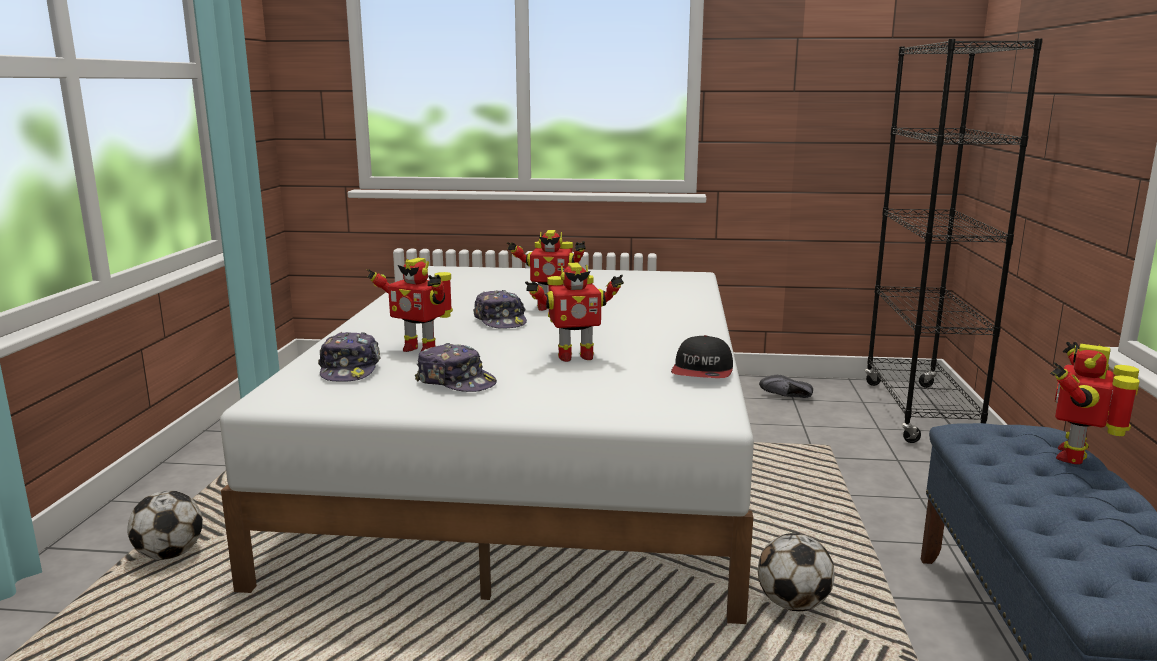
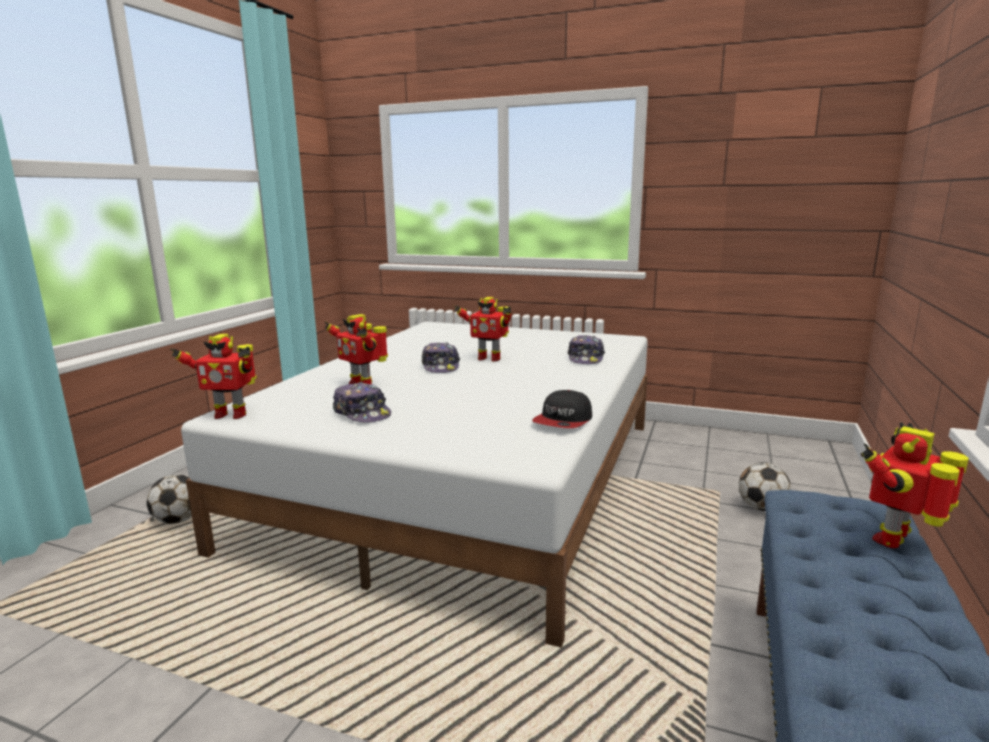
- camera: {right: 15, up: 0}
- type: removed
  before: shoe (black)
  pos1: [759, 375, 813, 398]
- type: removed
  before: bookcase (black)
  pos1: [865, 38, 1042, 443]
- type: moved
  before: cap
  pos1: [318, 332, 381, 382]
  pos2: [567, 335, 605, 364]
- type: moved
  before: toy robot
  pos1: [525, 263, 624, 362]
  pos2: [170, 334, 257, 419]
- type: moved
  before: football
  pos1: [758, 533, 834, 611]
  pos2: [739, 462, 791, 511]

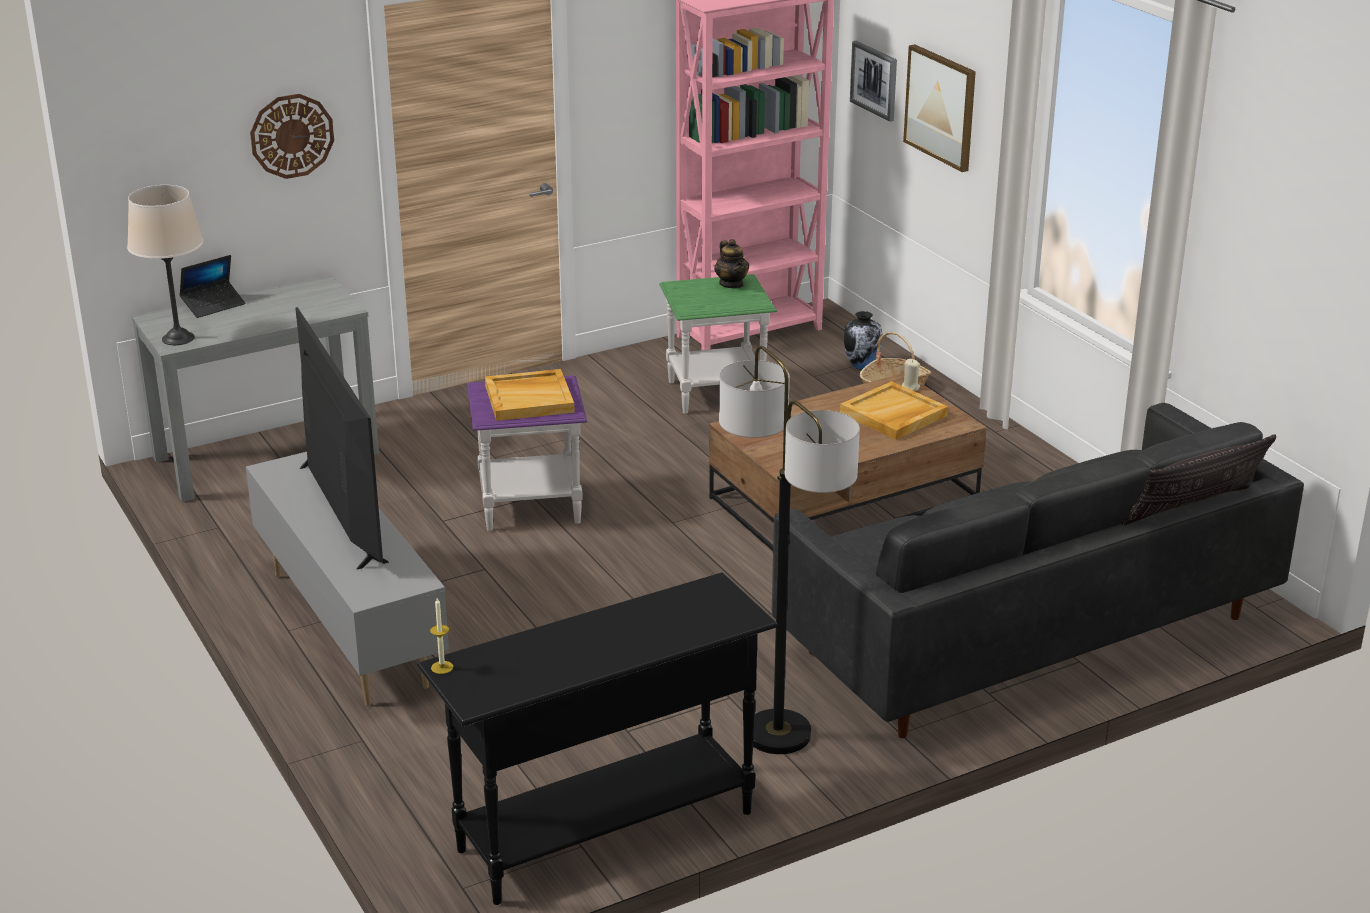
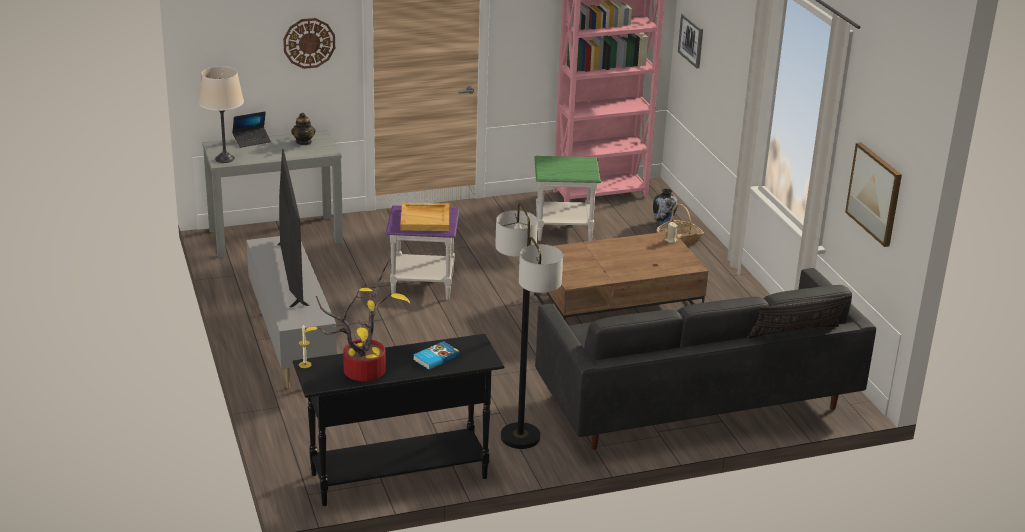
- camera: {right: 10, up: 0}
- type: removed
  before: tray (beige)
  pos1: [840, 381, 948, 440]
- type: added
  after: potted plant
  pos2: [304, 261, 410, 381]
- type: added
  after: book
  pos2: [413, 341, 460, 370]
- type: moved
  before: teapot
  pos1: [714, 239, 749, 288]
  pos2: [291, 113, 316, 145]
- type: moved
  before: picture
  pos1: [903, 44, 976, 172]
  pos2: [845, 142, 902, 247]

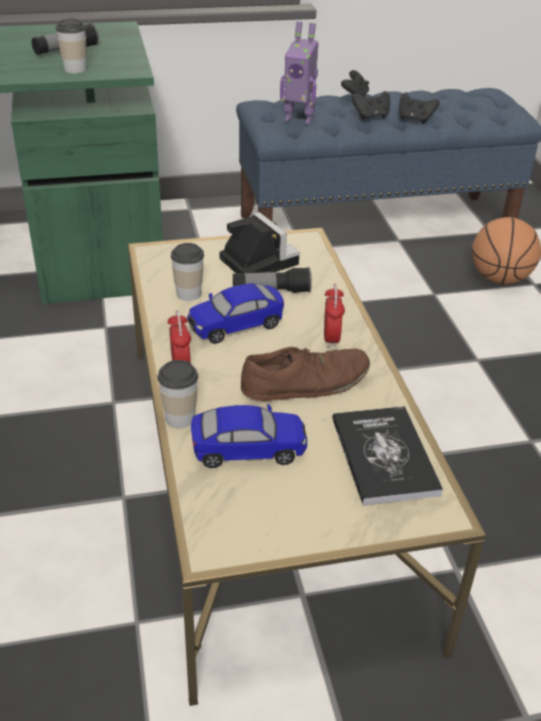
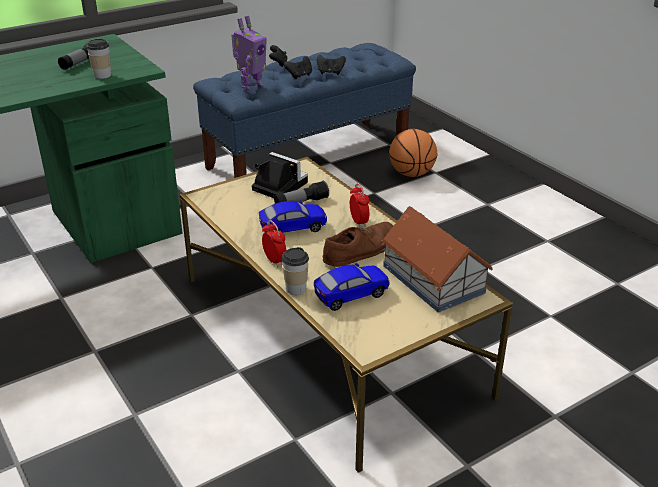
- camera: {right: -20, up: -5}
- type: removed
  before: cup
  pos1: [171, 243, 204, 301]
- type: replaced
  before: book
  after: toy house
  pos1: [332, 406, 443, 506]
  pos2: [381, 206, 493, 312]
- type: turned
  before: toy car
  pos1: [187, 283, 284, 344]
  pos2: [259, 200, 327, 233]
  turn: -150
- type: turned
  before: toy robot
  pos1: [280, 21, 319, 124]
  pos2: [231, 15, 267, 91]
  turn: -45

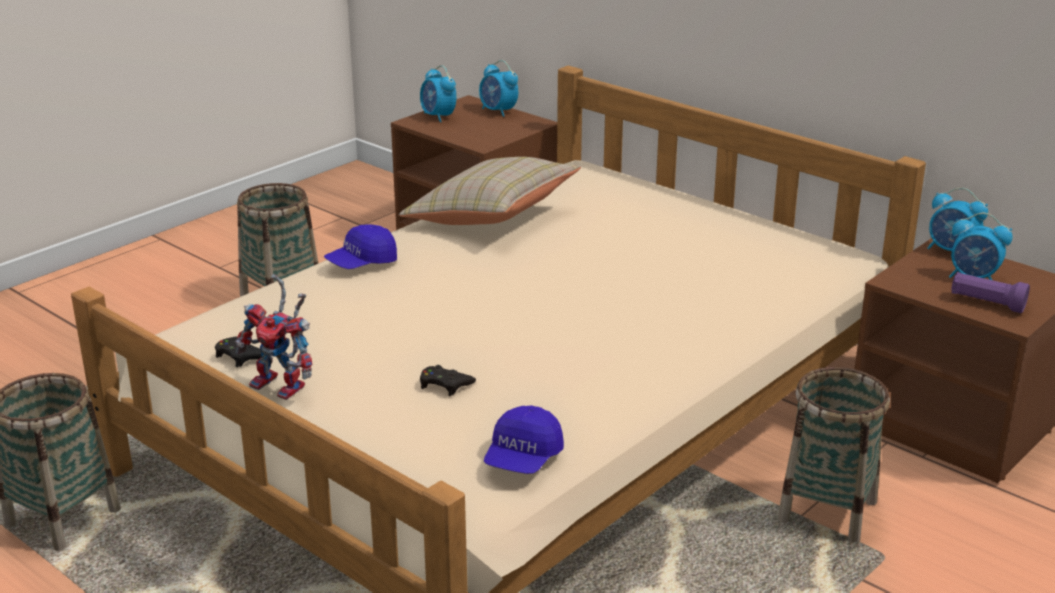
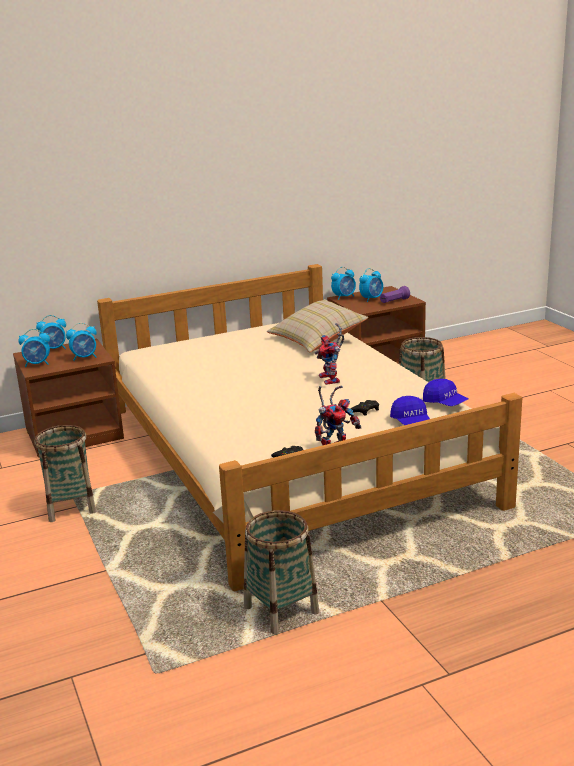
- camera: {right: -65, up: -5}
- type: added
  after: alarm clock
  pos2: [66, 323, 97, 361]
- type: added
  after: toy robot
  pos2: [315, 323, 344, 385]
- type: moved
  before: cap (blue)
  pos1: [324, 224, 397, 269]
  pos2: [390, 396, 430, 425]
- type: moved
  before: pillow (beige)
  pos1: [399, 157, 581, 225]
  pos2: [267, 299, 368, 352]

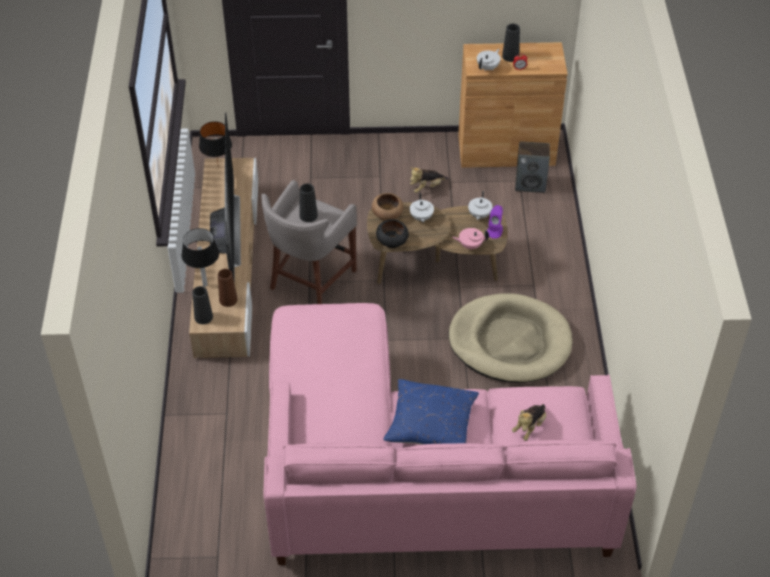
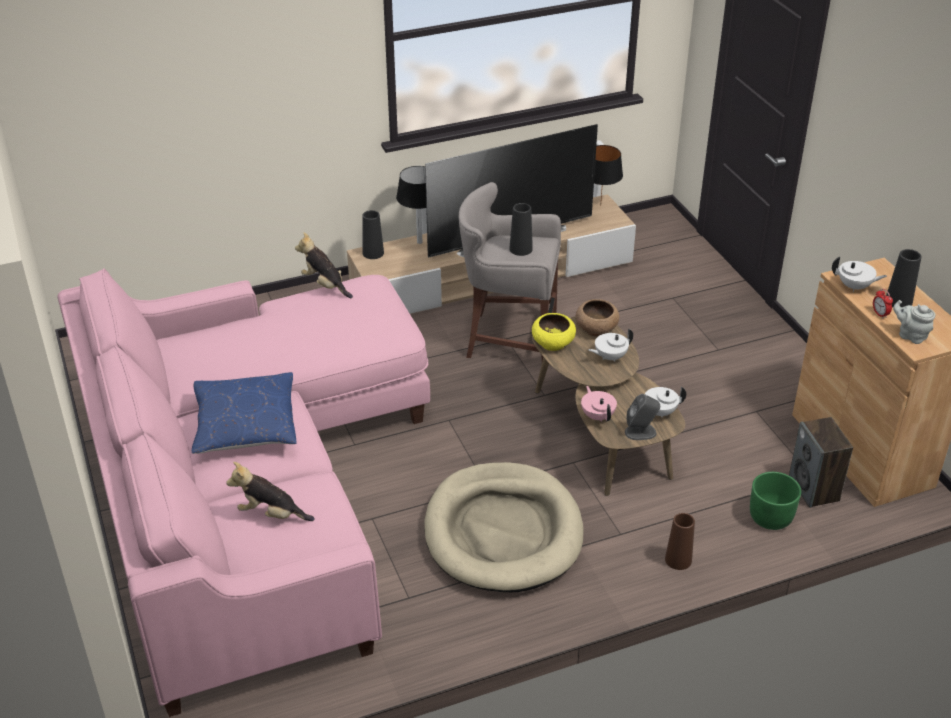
- camera: {right: 70, up: -10}
- type: added
  after: planter (green)
  pos2: [750, 472, 801, 530]
- type: added
  after: teapot (grey)
  pos2: [893, 300, 935, 344]
- type: moved
  before: vase (brown)
  pos1: [218, 269, 238, 307]
  pos2: [665, 513, 695, 570]
- type: moved
  before: plush toy
  pos1: [410, 167, 448, 193]
  pos2: [295, 232, 353, 298]
- type: recoloured
  before: bowl (black)
  after: bowl (yellow)
  pos1: [376, 219, 409, 248]
  pos2: [532, 313, 576, 351]
- type: recoloured
  before: speaker (purple)
  after: speaker (grey)
  pos1: [487, 205, 503, 239]
  pos2: [625, 394, 660, 440]

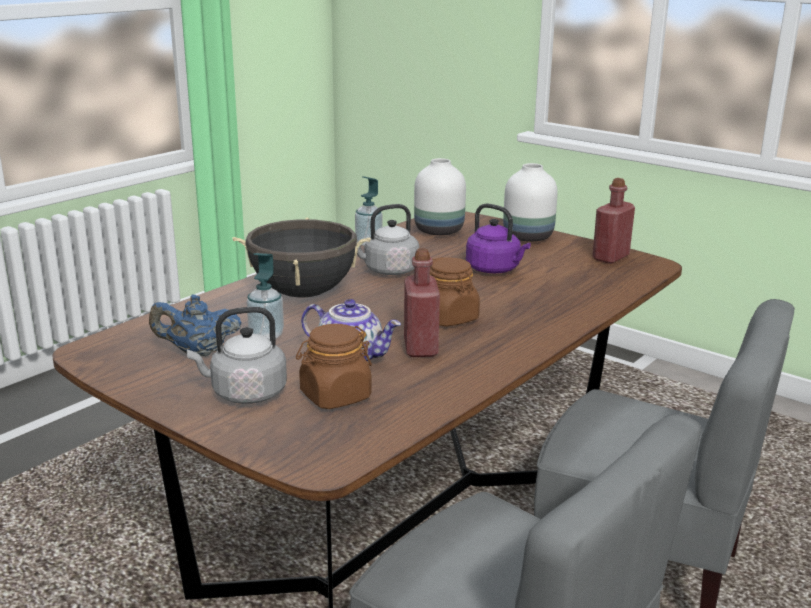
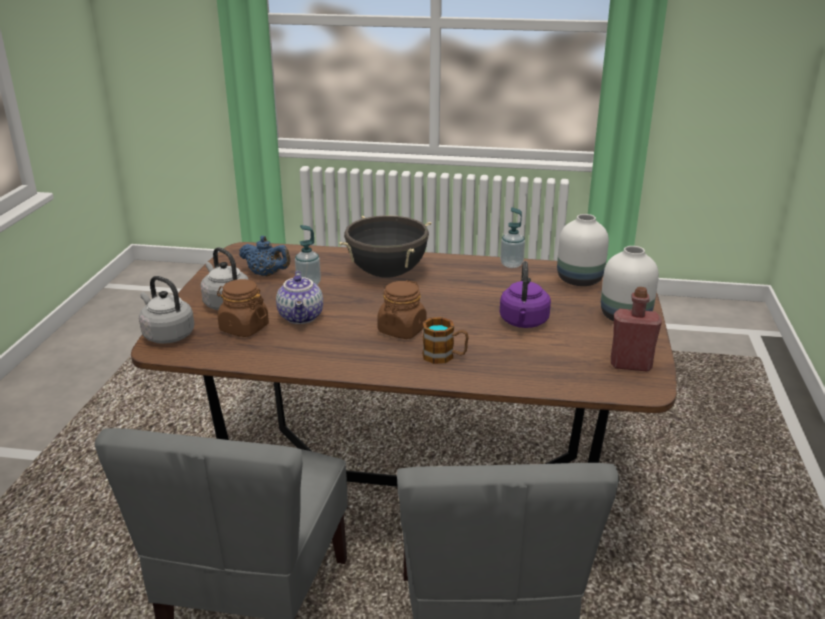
- camera: {right: 60, up: 5}
- type: removed
  before: bottle (red)
  pos1: [404, 248, 440, 357]
- type: added
  after: mug
  pos2: [422, 317, 469, 364]
- type: moved
  before: kettle (grey)
  pos1: [355, 204, 419, 275]
  pos2: [139, 276, 194, 344]
- type: turned
  before: teapot (blue)
  pos1: [149, 295, 241, 356]
  pos2: [239, 236, 291, 276]
  turn: 150

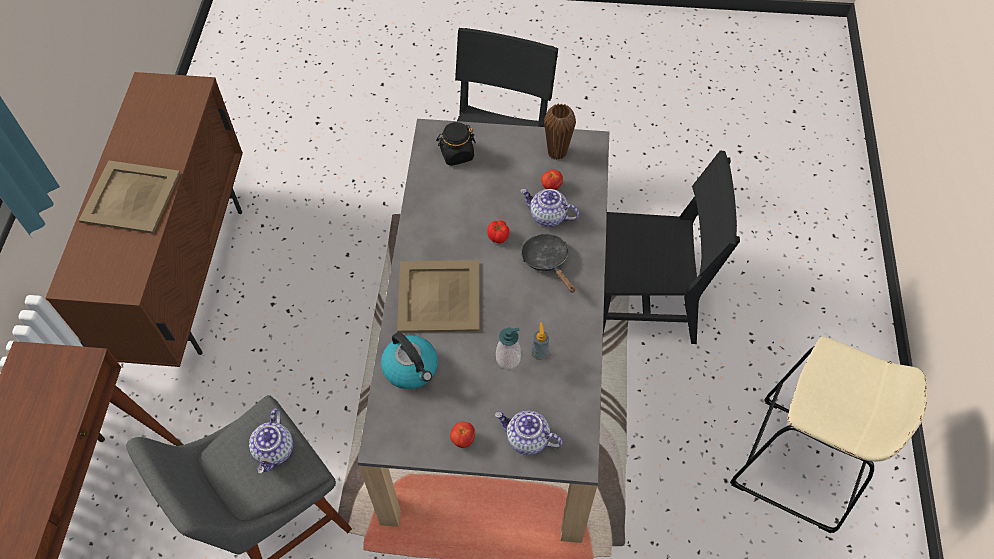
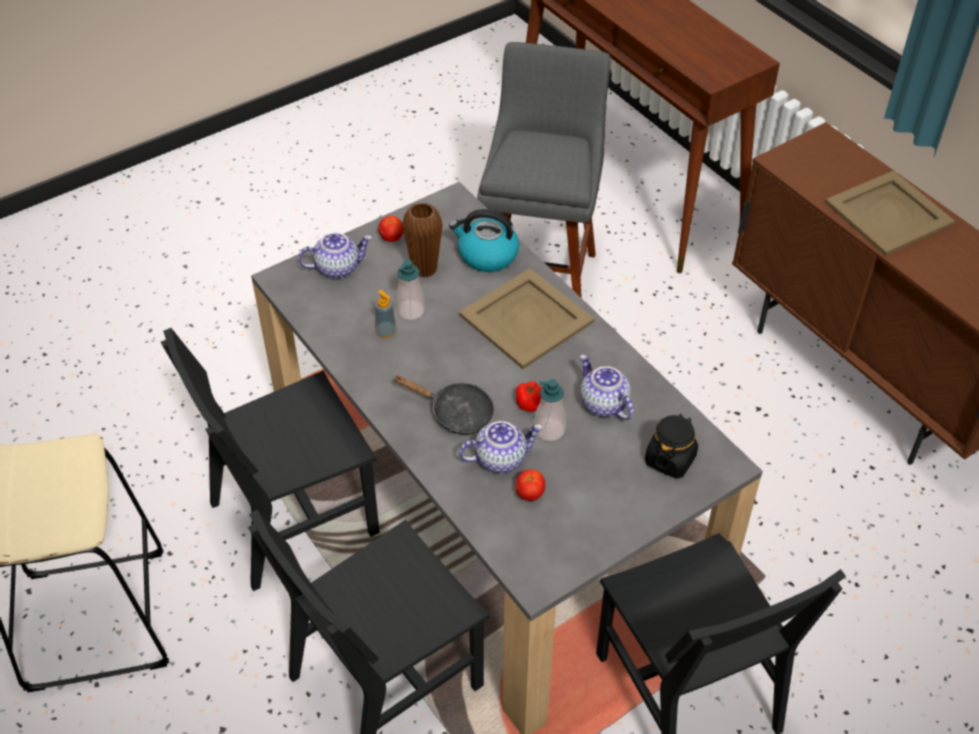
- camera: {right: 140, up: -10}
- type: added
  after: chair (black)
  pos2: [161, 328, 380, 591]
- type: added
  after: soap dispenser
  pos2: [534, 379, 566, 441]
- type: moved
  before: teapot
  pos1: [249, 408, 293, 473]
  pos2: [580, 355, 634, 420]
- type: moved
  before: vase (brown)
  pos1: [544, 103, 576, 160]
  pos2: [402, 202, 443, 277]

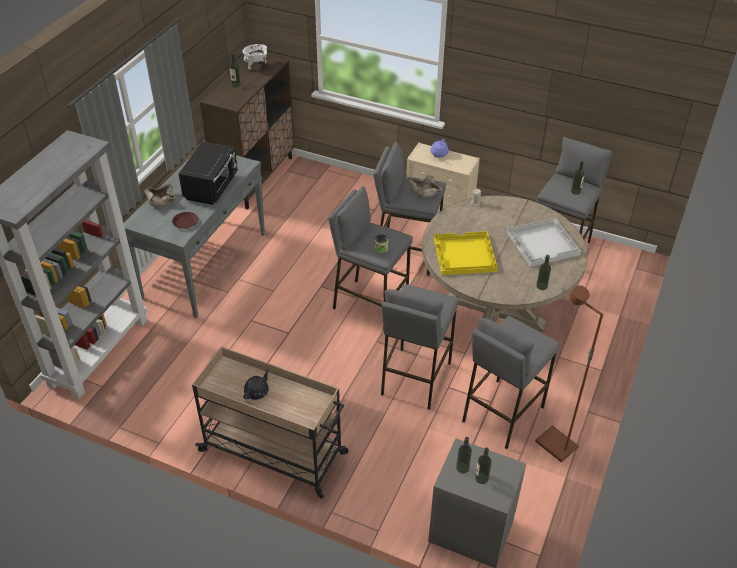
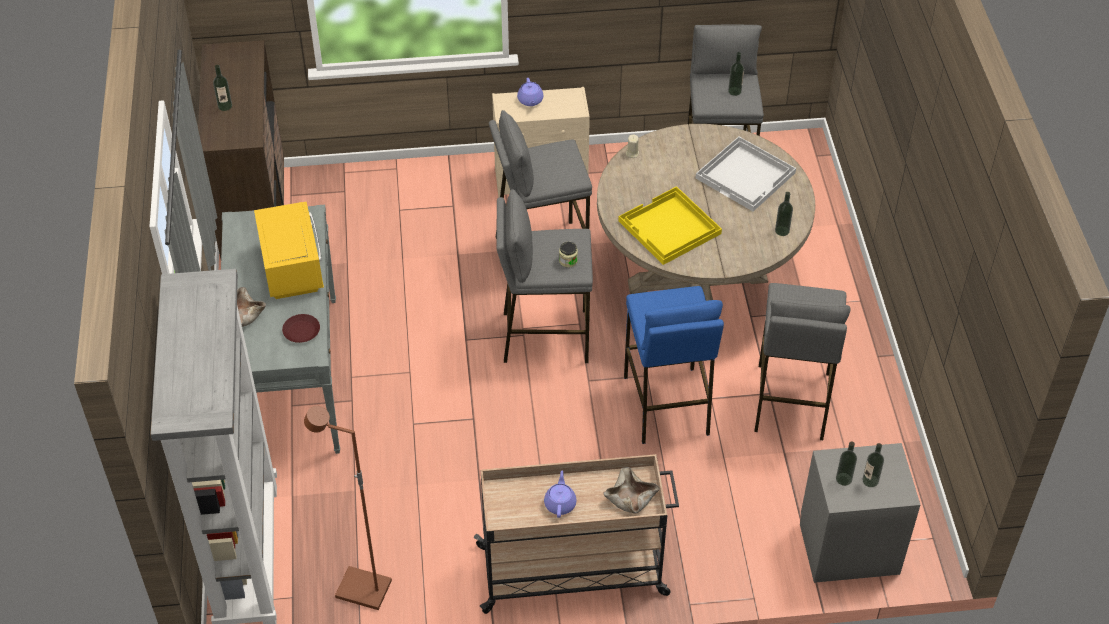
- camera: {right: -30, up: 5}
- type: removed
  before: cooking pot (white)
  pos1: [242, 44, 267, 71]
- type: moved
  before: bowl (beige)
  pos1: [409, 175, 442, 198]
  pos2: [604, 467, 660, 514]
- type: moved
  before: floor lamp (brown)
  pos1: [535, 285, 603, 462]
  pos2: [304, 406, 392, 610]
- type: recoloured
  before: microwave (black)
  after: microwave (yellow)
  pos1: [179, 142, 238, 205]
  pos2: [254, 202, 324, 299]
- type: recoloured
  before: teapot (black)
  after: teapot (purple)
  pos1: [243, 369, 269, 400]
  pos2: [544, 470, 576, 518]
- type: recoloured
  before: stool (grey)
  after: stool (blue)
  pos1: [381, 284, 458, 410]
  pos2: [624, 286, 724, 444]

